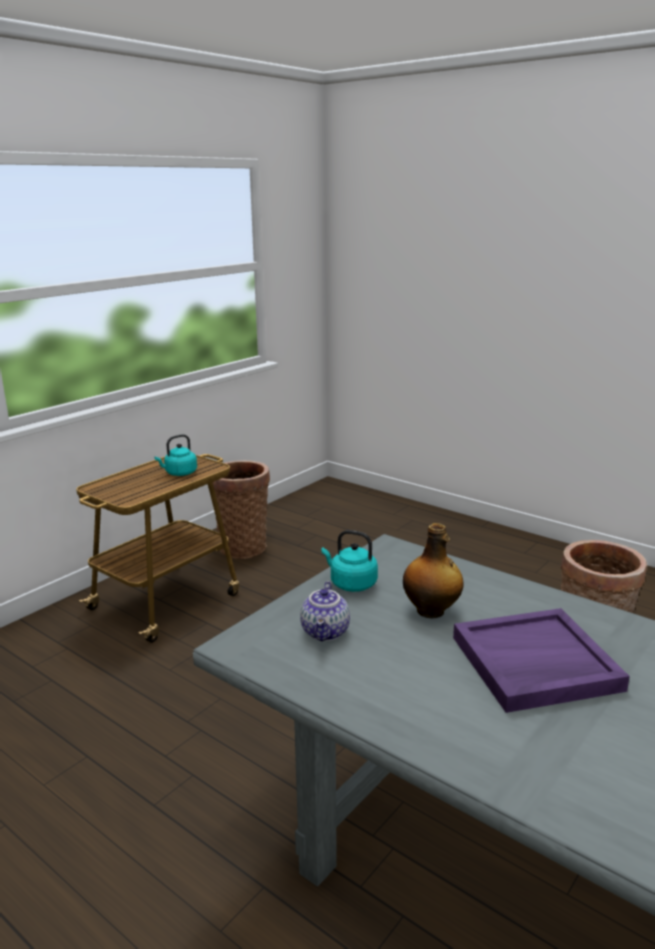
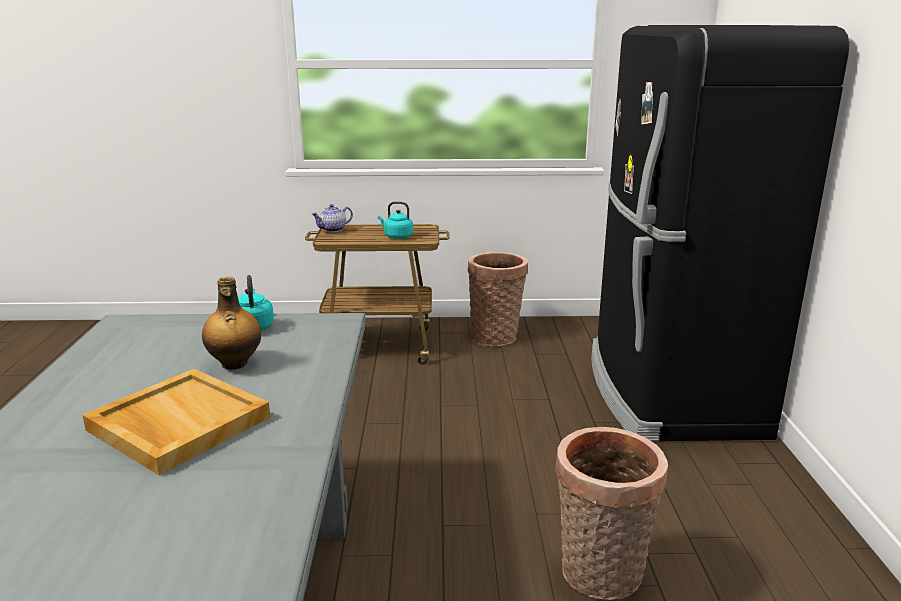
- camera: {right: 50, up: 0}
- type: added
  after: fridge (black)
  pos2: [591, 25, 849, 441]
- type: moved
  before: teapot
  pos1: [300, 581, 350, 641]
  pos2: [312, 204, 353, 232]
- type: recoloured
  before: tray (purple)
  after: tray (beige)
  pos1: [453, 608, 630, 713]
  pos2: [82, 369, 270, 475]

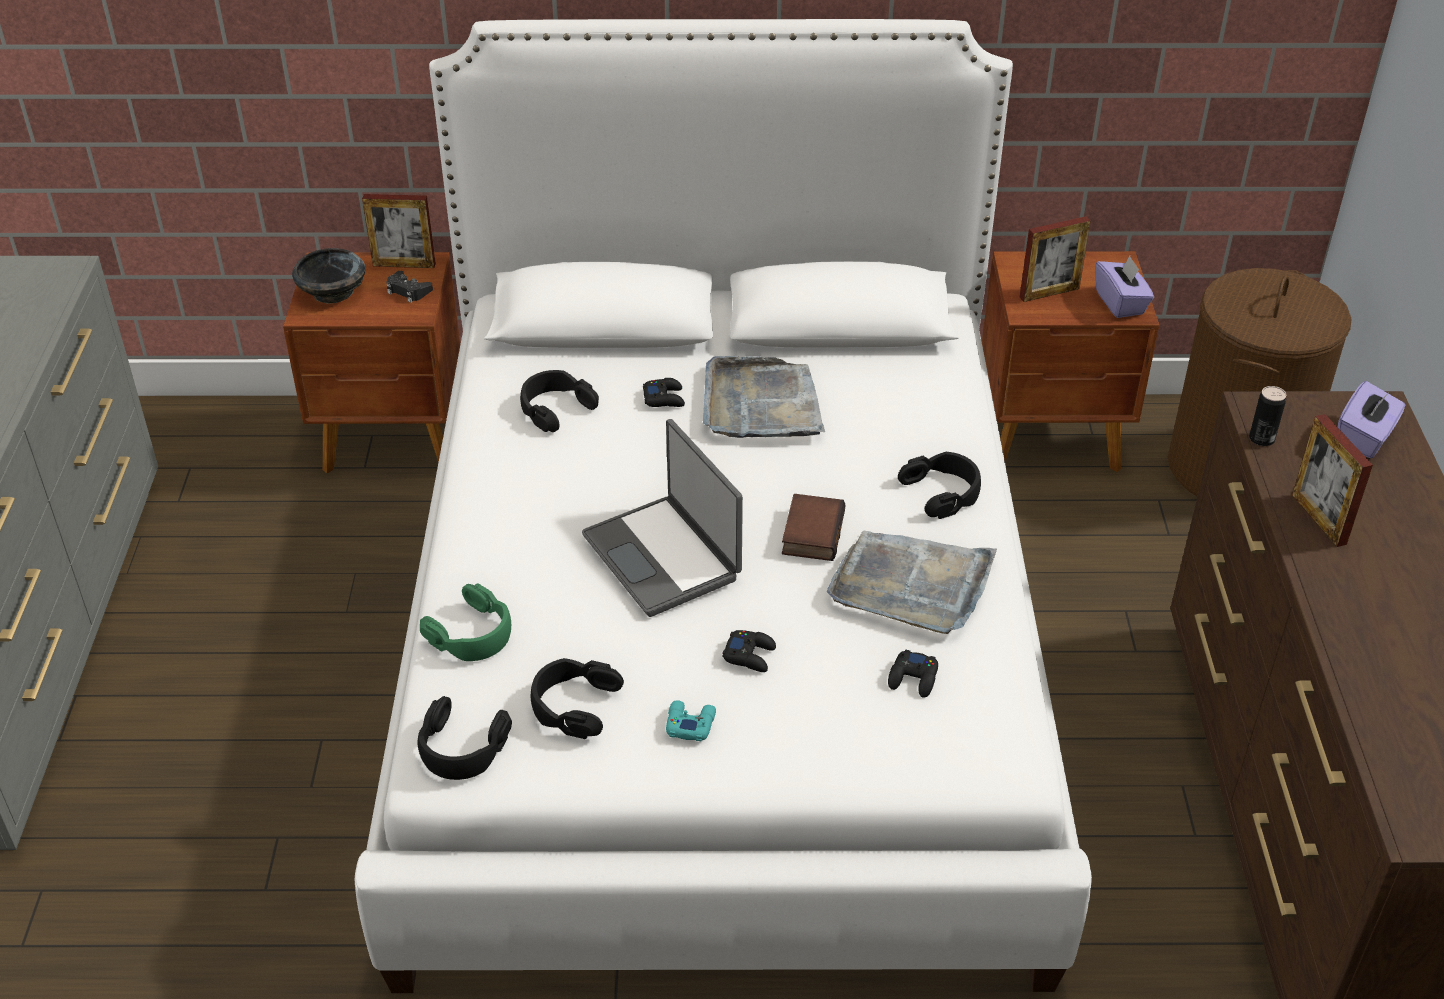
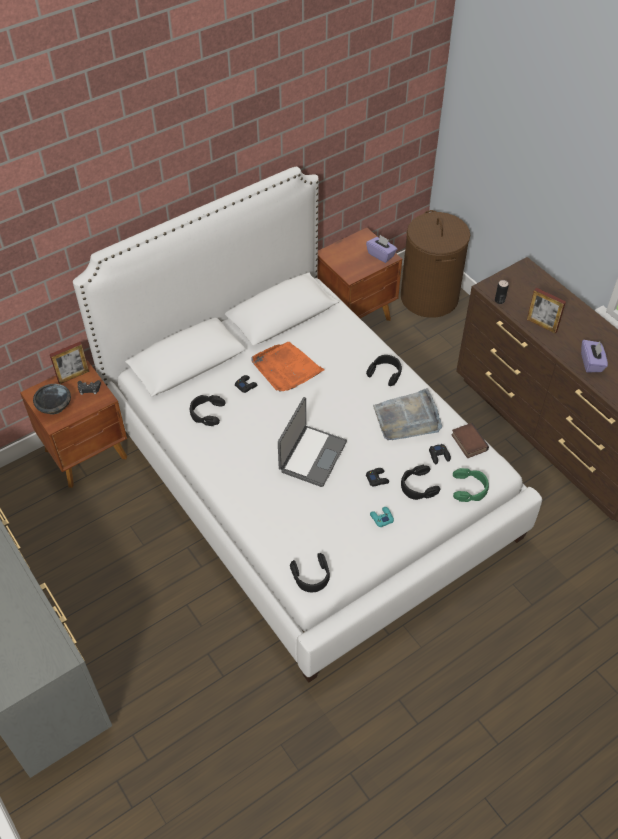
- camera: {right: -35, up: 10}
- type: removed
  before: picture frame
  pos1: [1019, 216, 1091, 302]
- type: moved
  before: headphones (green)
  pos1: [420, 583, 511, 661]
  pos2: [453, 468, 489, 502]
- type: moved
  before: headphones (black)
  pos1: [531, 658, 624, 739]
  pos2: [401, 465, 440, 500]
- type: moved
  before: book
  pos1: [782, 494, 845, 561]
  pos2: [451, 423, 489, 458]
- type: moved
  before: tissue box (purple)
  pos1: [1338, 381, 1405, 458]
  pos2: [581, 340, 608, 372]
- type: recoloured
  before: tray (grey)
  after: tray (orange)
  pos1: [703, 356, 825, 438]
  pos2: [251, 341, 325, 392]
- type: turned
  before: laptop
  pos1: [582, 419, 743, 617]
  pos2: [278, 397, 347, 487]
  turn: -90

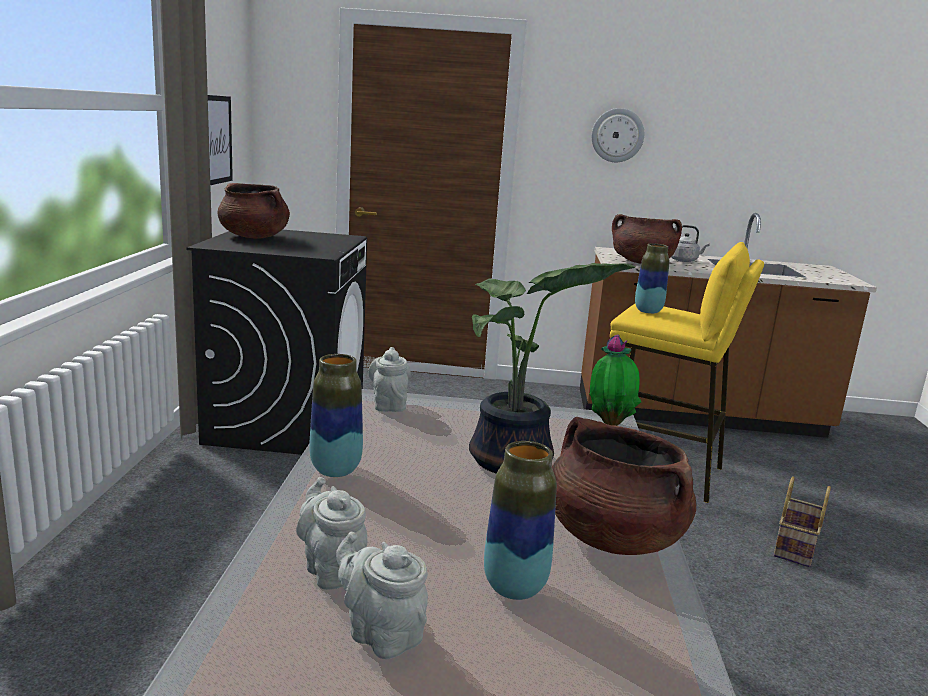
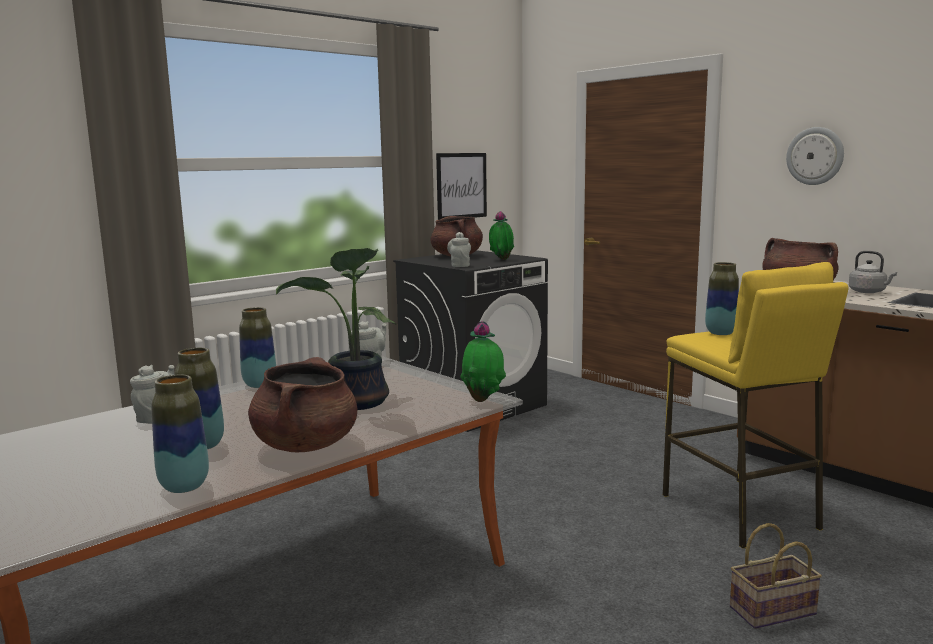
- camera: {right: 45, up: -5}
- type: added
  after: vase
  pos2: [151, 375, 209, 493]
- type: added
  after: potted plant
  pos2: [489, 211, 514, 260]
- type: moved
  before: teapot (grey)
  pos1: [336, 532, 428, 659]
  pos2: [447, 232, 471, 267]

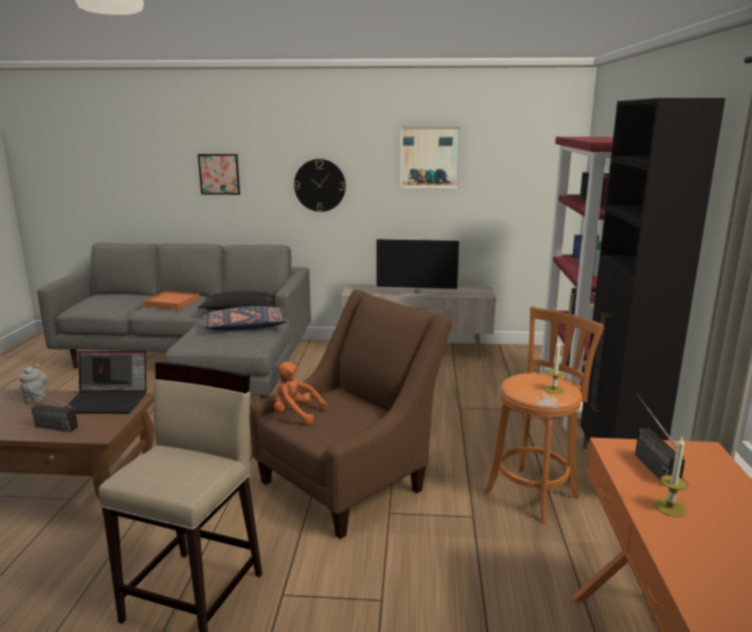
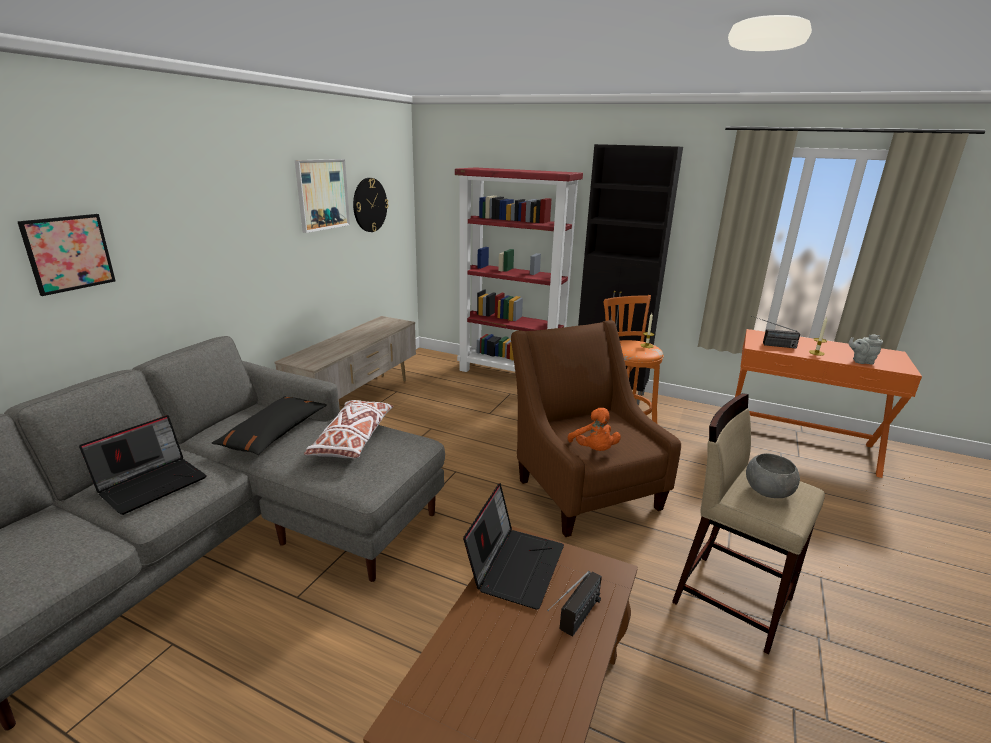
- camera: {right: -70, up: 5}
- type: removed
  before: television
  pos1: [375, 238, 460, 296]
- type: added
  after: bowl (grey)
  pos2: [746, 453, 800, 498]
- type: moved
  before: teapot (grey)
  pos1: [19, 364, 47, 403]
  pos2: [848, 334, 883, 365]
- type: moved
  before: wall clock
  pos1: [294, 159, 346, 212]
  pos2: [353, 178, 389, 232]
- type: replaced
  before: tray (orange)
  after: laptop
  pos1: [144, 291, 200, 310]
  pos2: [79, 415, 207, 515]
- type: recoloured
  before: pillow (blue)
  after: pillow (white)
  pos1: [203, 306, 289, 331]
  pos2: [304, 400, 393, 459]
- type: turned
  before: plush toy (orange)
  pos1: [274, 362, 327, 425]
  pos2: [568, 408, 621, 451]
  turn: -60

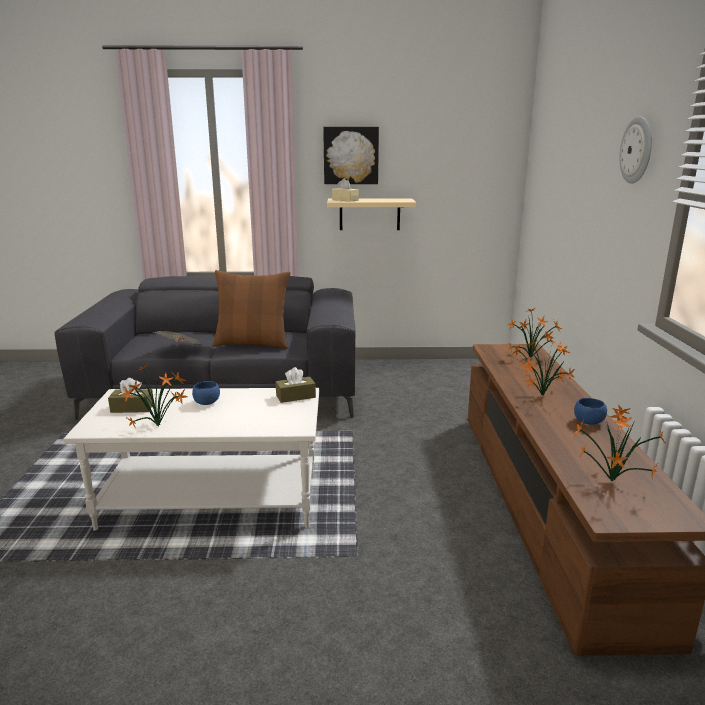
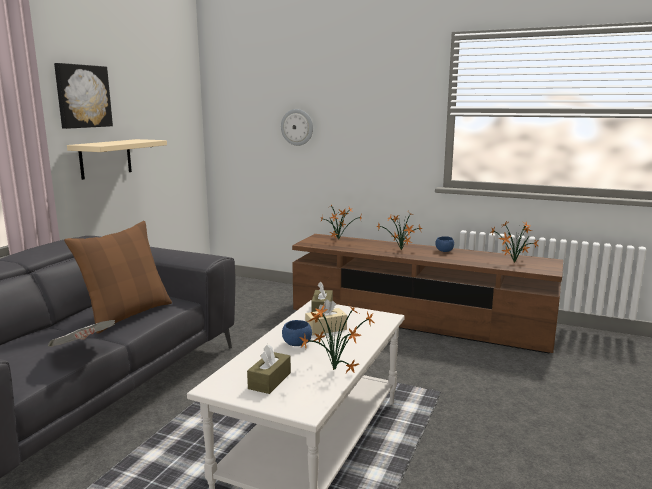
- camera: {right: -65, up: -5}
- type: moved
  before: tissue box (beige)
  pos1: [332, 178, 359, 202]
  pos2: [305, 299, 347, 336]
- type: moved
  before: wall clock
  pos1: [619, 116, 652, 184]
  pos2: [281, 109, 313, 146]

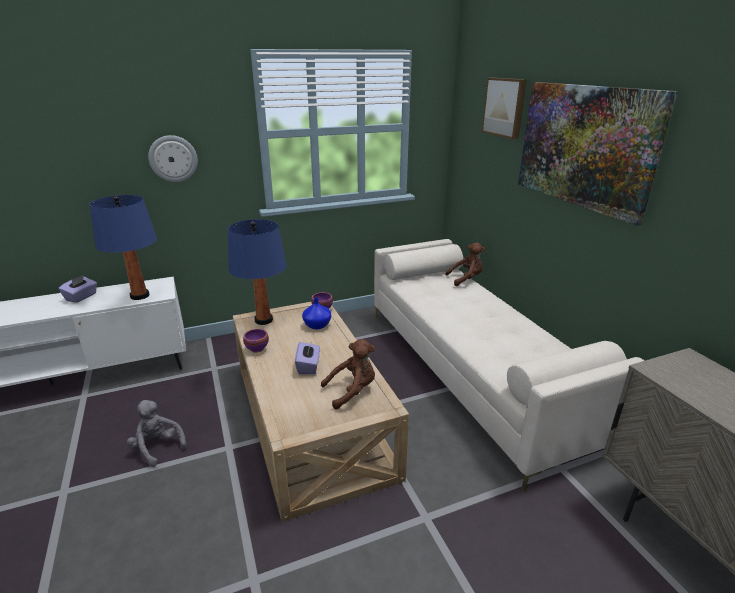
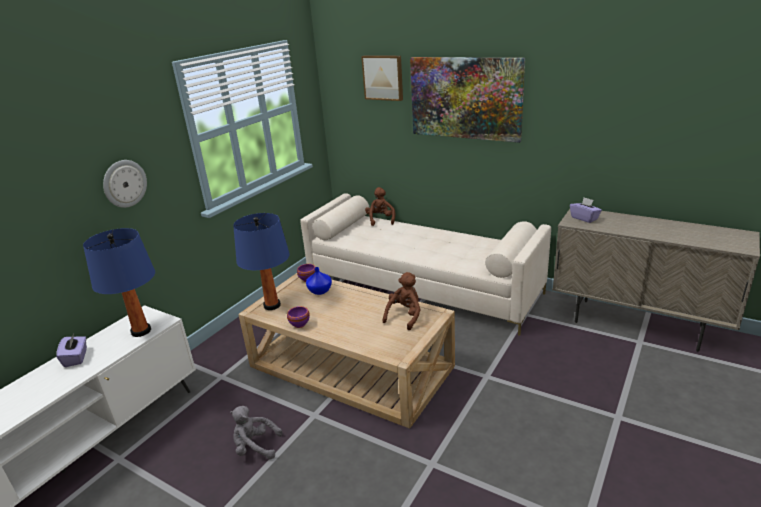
- camera: {right: -35, up: 0}
- type: moved
  before: tissue box (purple)
  pos1: [295, 341, 320, 374]
  pos2: [570, 197, 602, 223]
- type: turned
  before: plush toy (brown)
  pos1: [445, 242, 485, 286]
  pos2: [365, 187, 395, 226]
  turn: -45

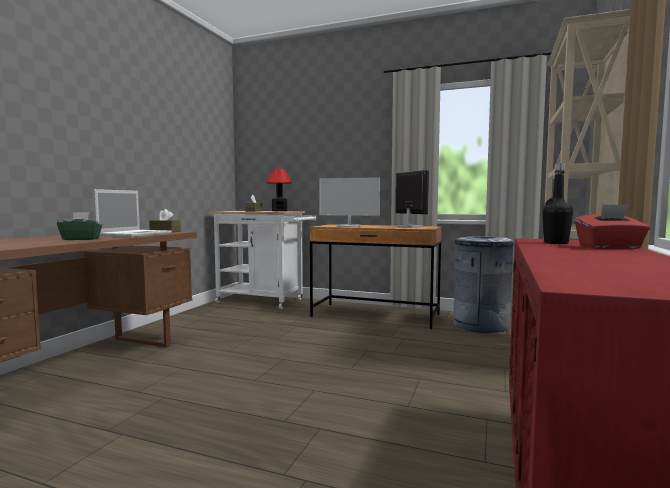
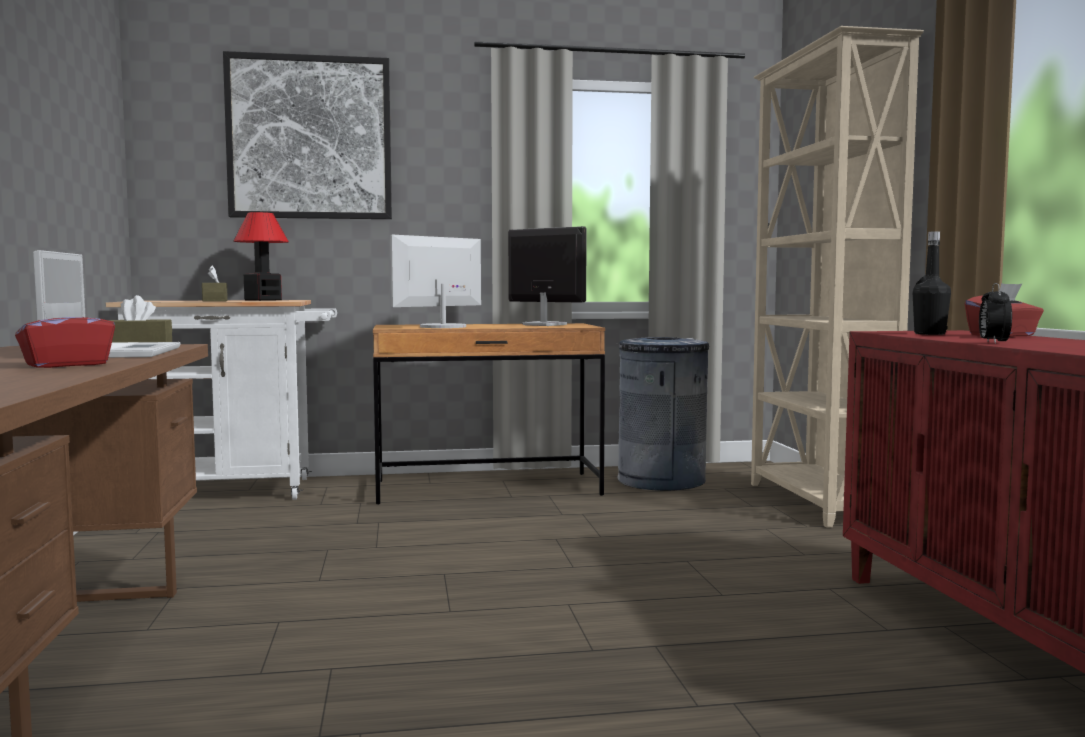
- camera: {right: -30, up: 0}
- type: added
  after: picture
  pos2: [223, 51, 392, 219]
- type: added
  after: alarm clock
  pos2: [979, 283, 1012, 344]
- type: recoloured
  before: tissue box (green)
  after: tissue box (red)
  pos1: [57, 212, 102, 240]
  pos2: [15, 302, 115, 368]
- type: turned
  before: monitor
  pos1: [319, 177, 380, 227]
  pos2: [390, 235, 481, 328]
  turn: 150

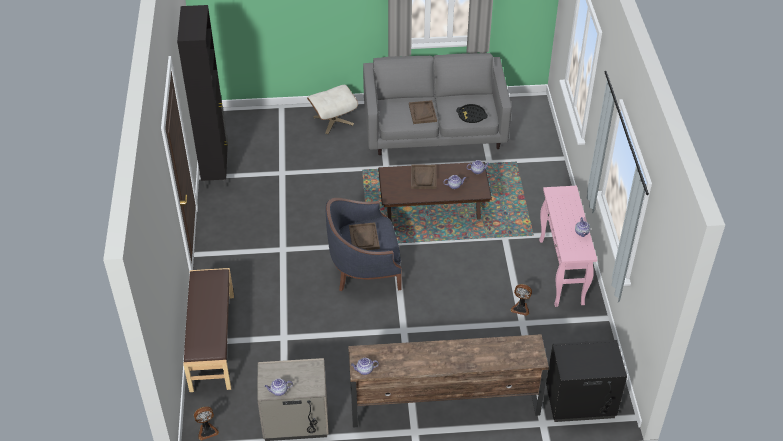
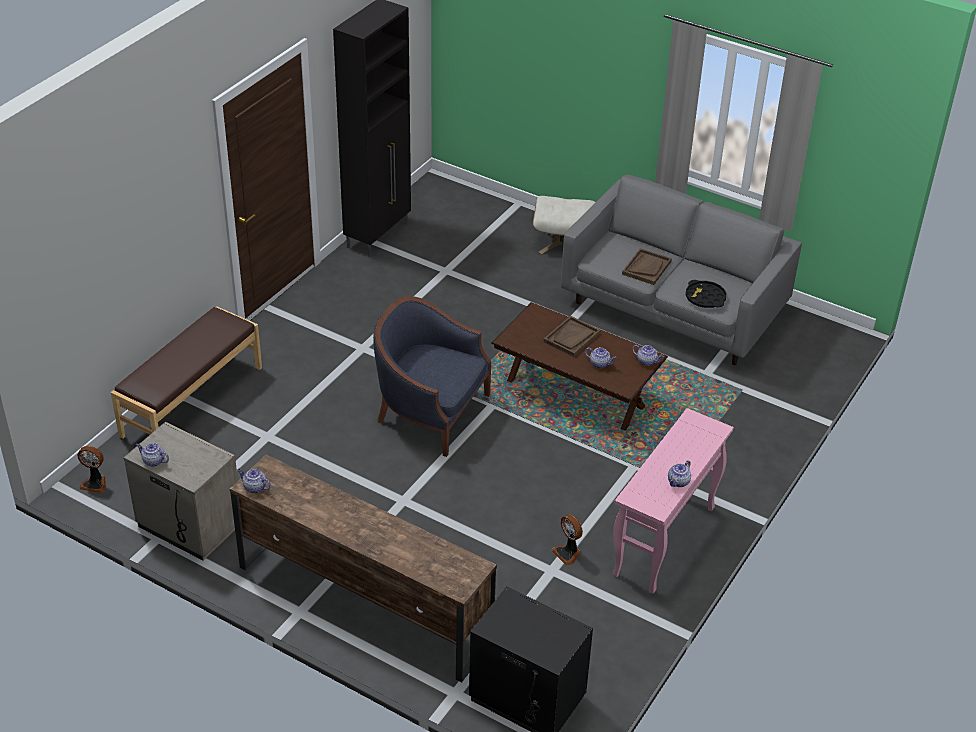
- camera: {right: 35, up: -5}
- type: removed
  before: tray (brown)
  pos1: [349, 222, 380, 250]

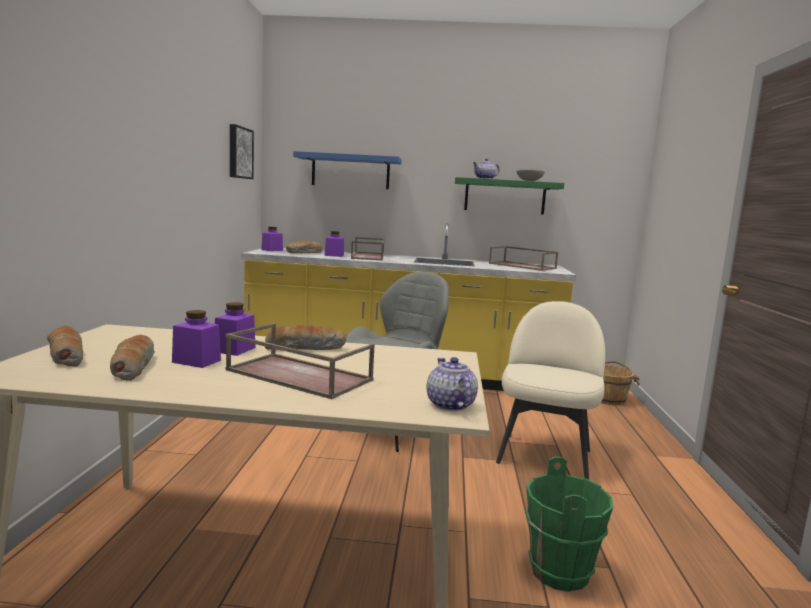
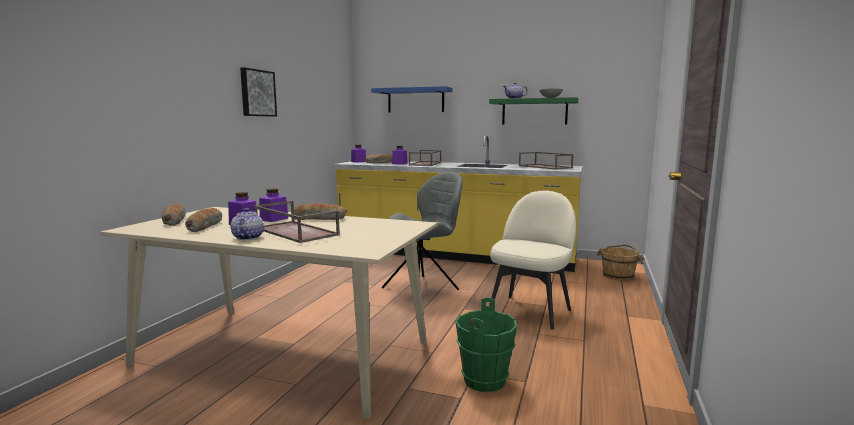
- camera: {right: 15, up: 0}
- type: moved
  before: picture
  pos1: [230, 124, 254, 179]
  pos2: [240, 67, 277, 117]
- type: moved
  before: teapot
  pos1: [426, 357, 478, 411]
  pos2: [231, 208, 264, 240]

